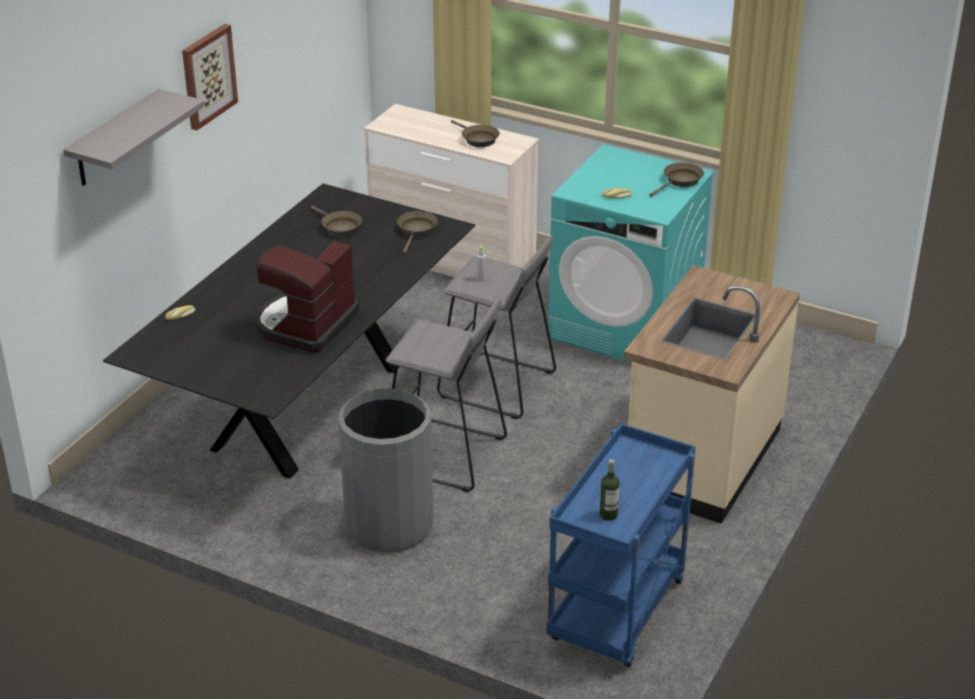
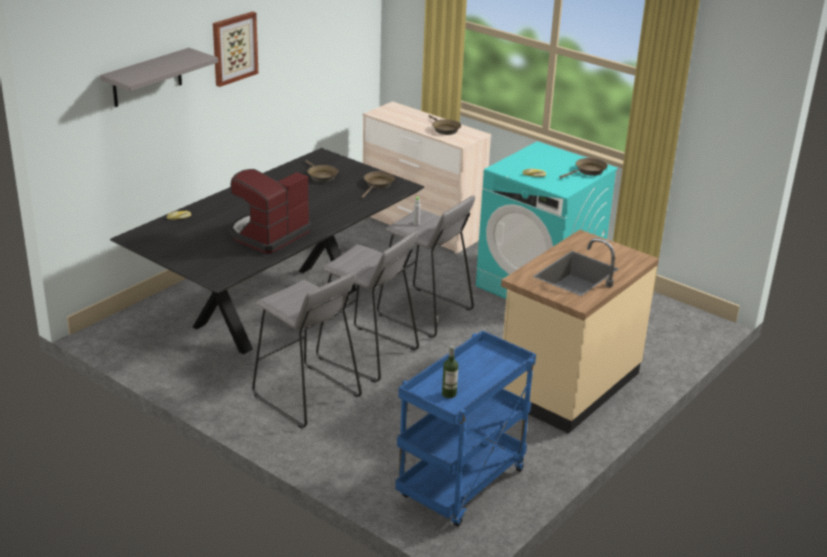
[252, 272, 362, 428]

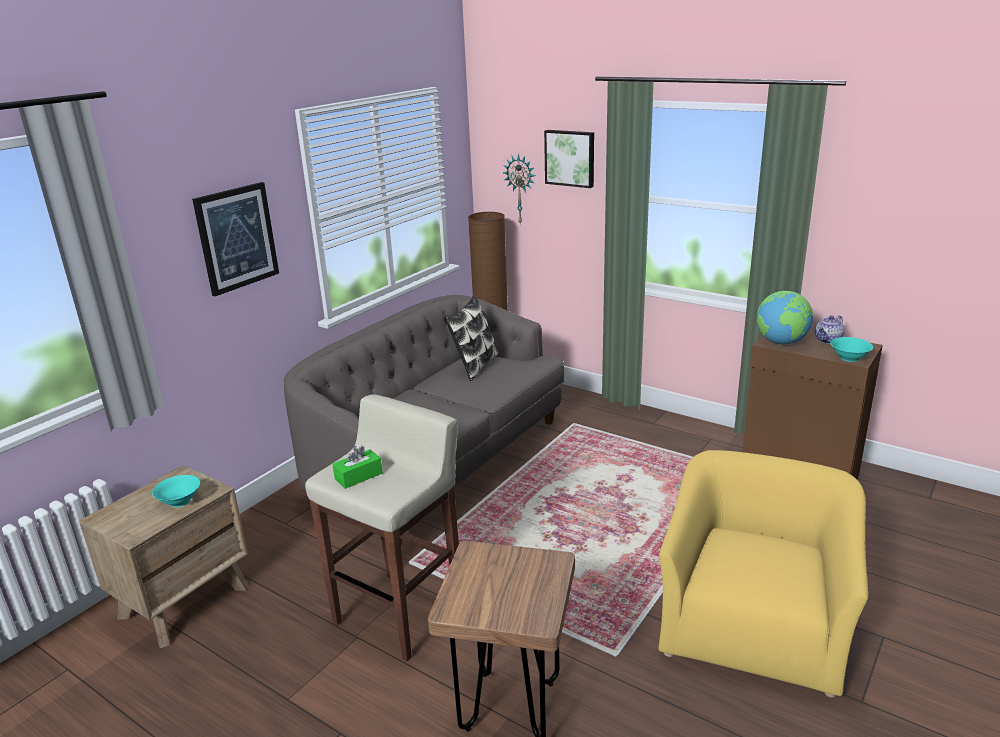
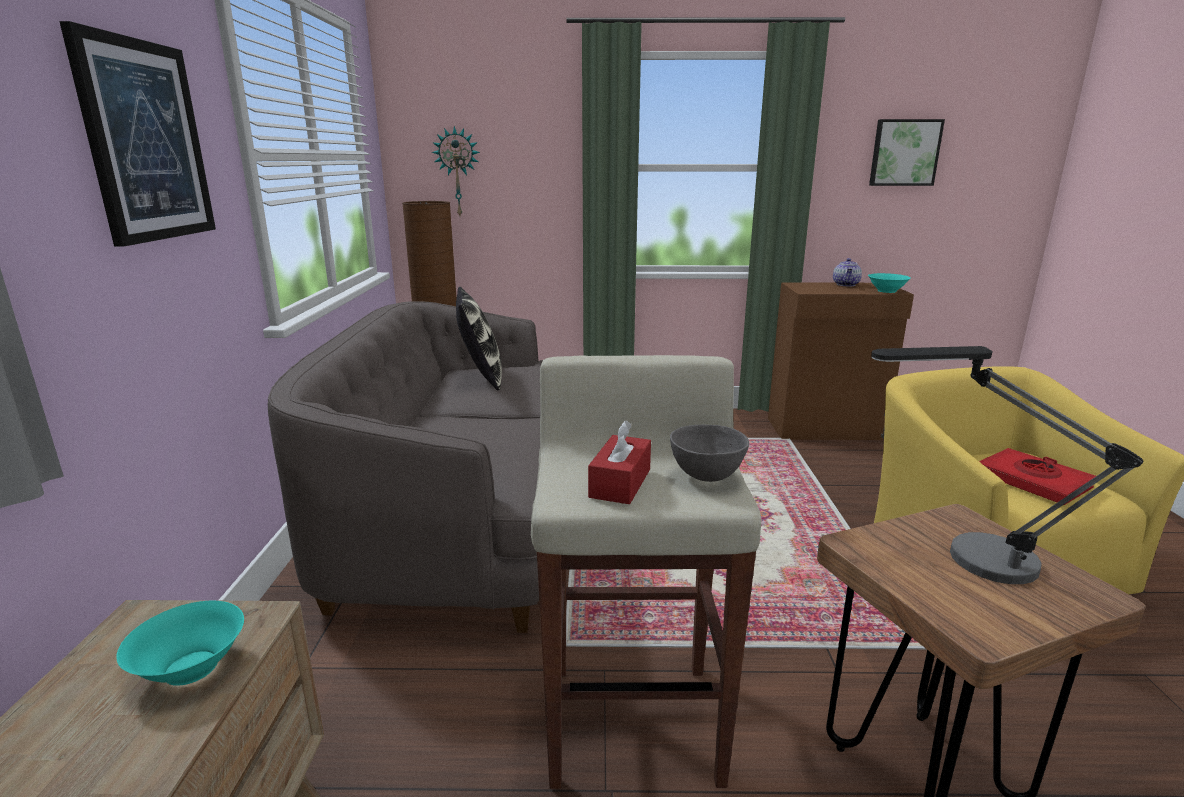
[757, 291, 813, 345] (first image)
[670, 424, 749, 482]
[871, 346, 1143, 584]
[979, 448, 1096, 505]
[869, 119, 945, 186]
[588, 421, 651, 504]

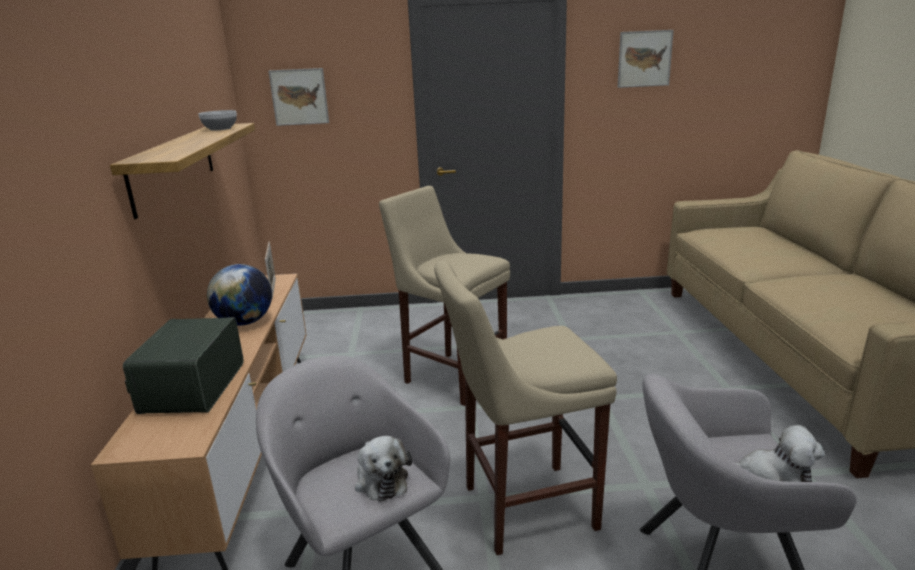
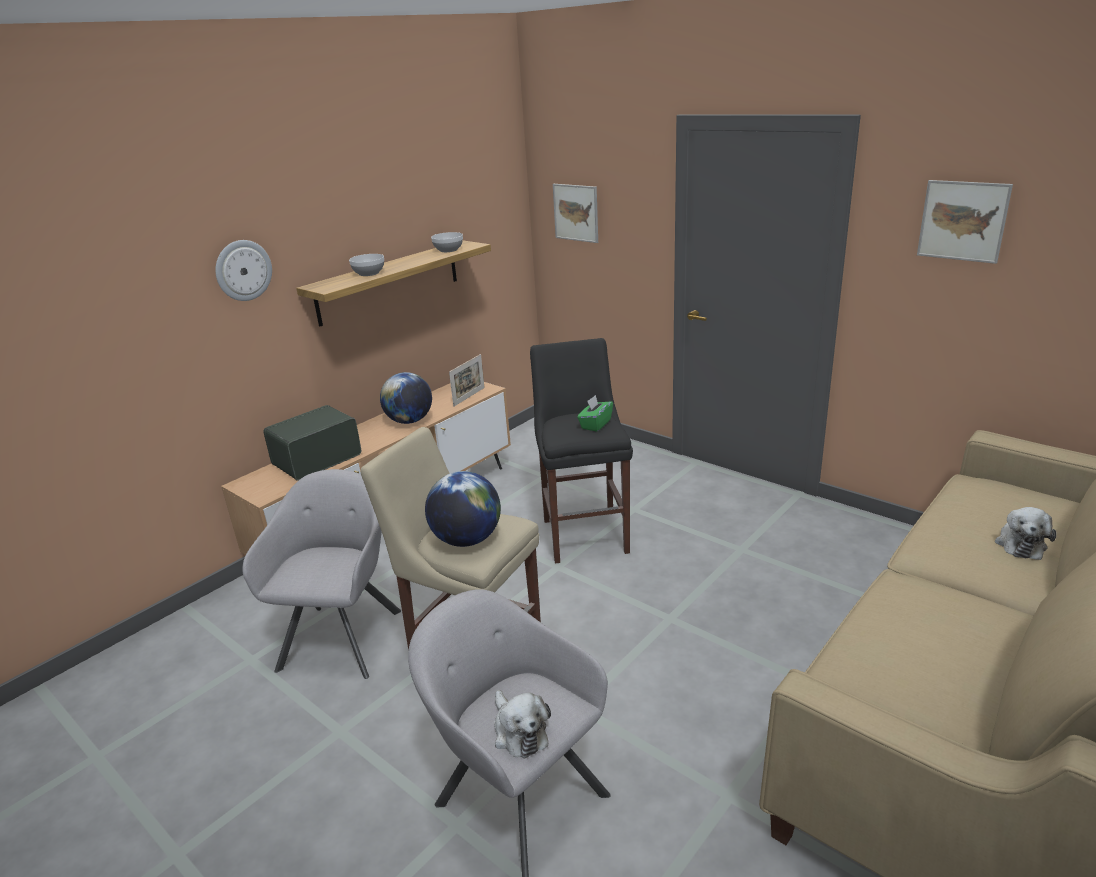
[215, 240, 272, 301]
[349, 254, 384, 276]
[425, 471, 501, 547]
[577, 395, 613, 432]
[995, 507, 1056, 560]
[530, 338, 633, 564]

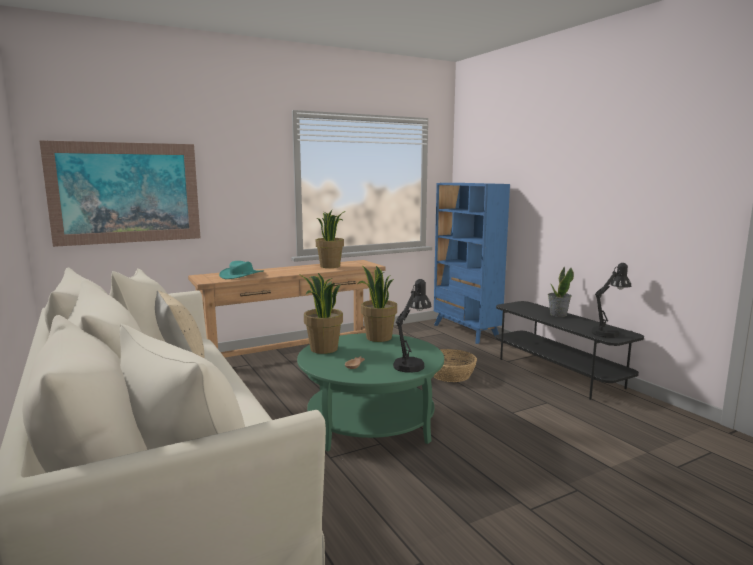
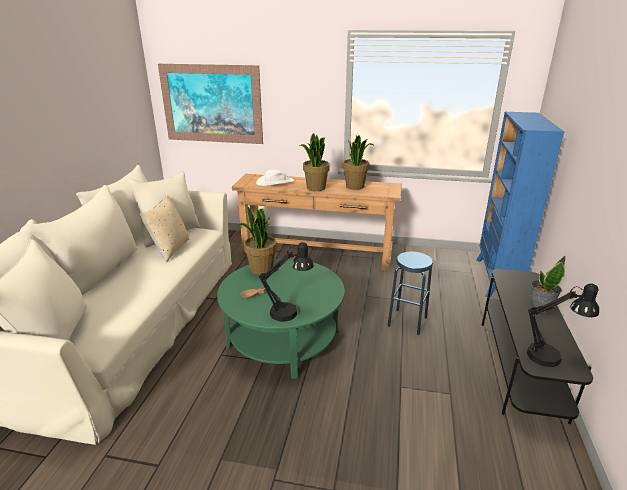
[300, 133, 330, 191]
[388, 252, 433, 335]
[256, 169, 294, 186]

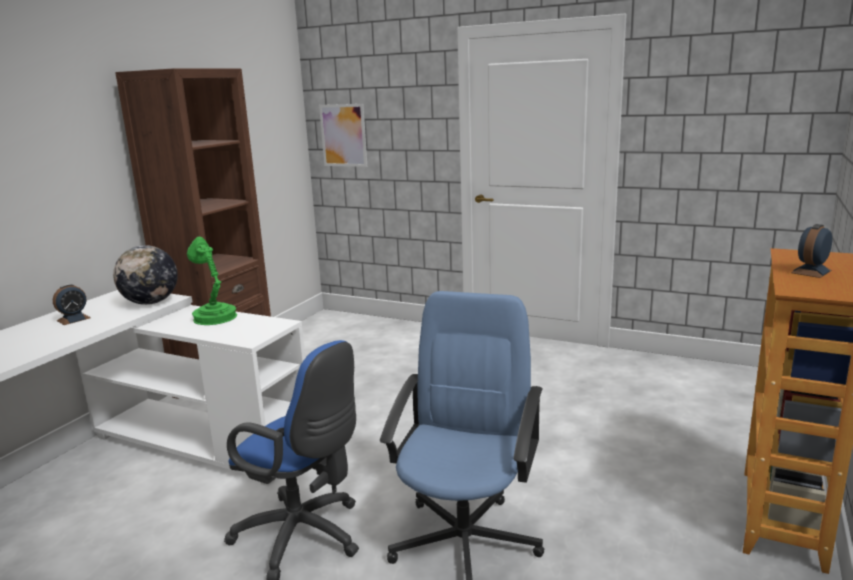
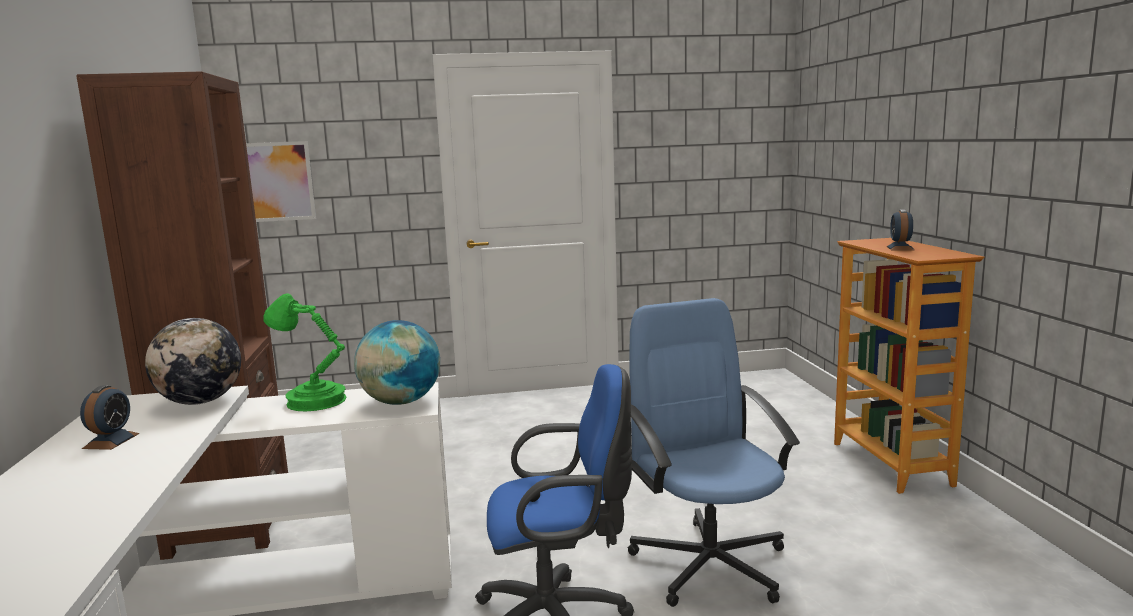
[354, 320, 440, 405]

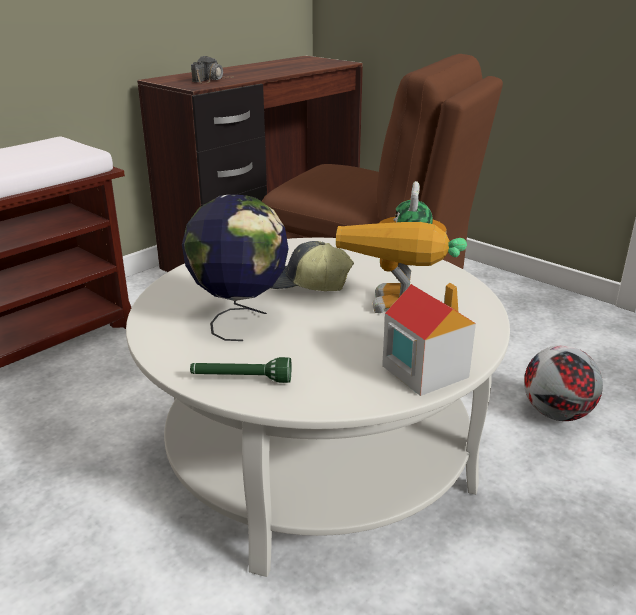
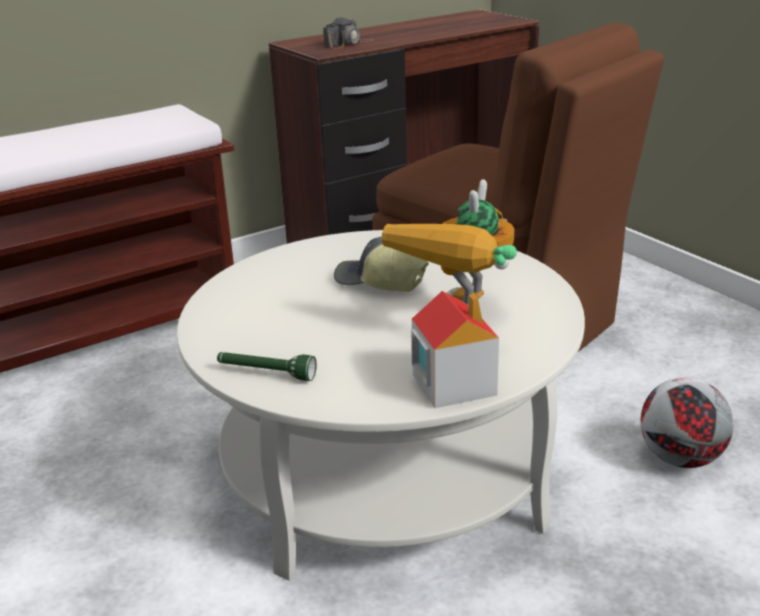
[182, 195, 288, 341] (first image)

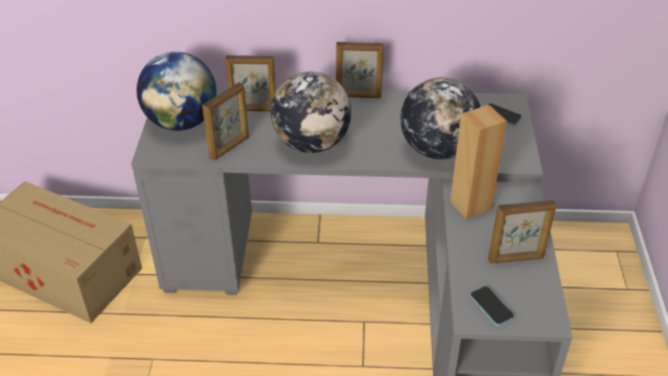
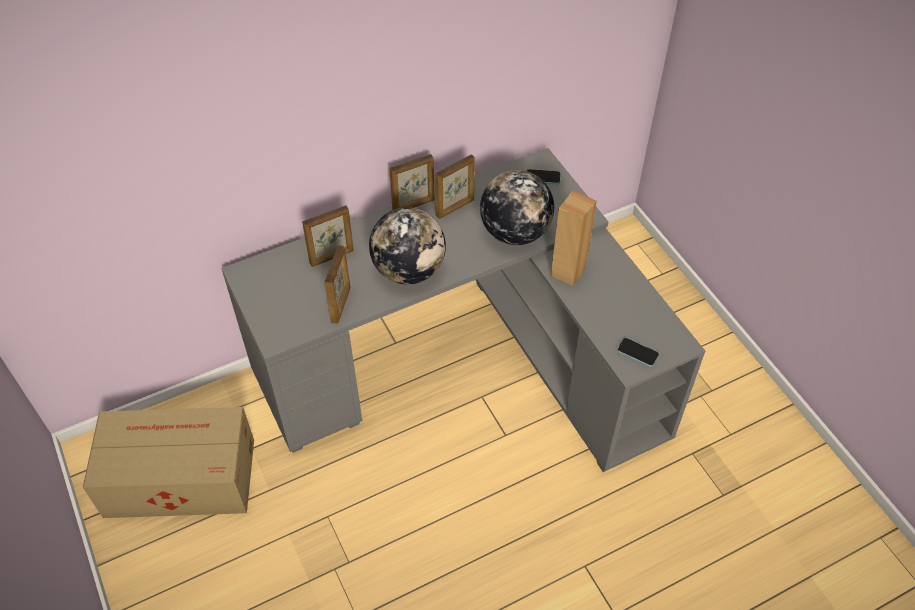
[137, 52, 217, 131] (first image)
[435, 154, 475, 219]

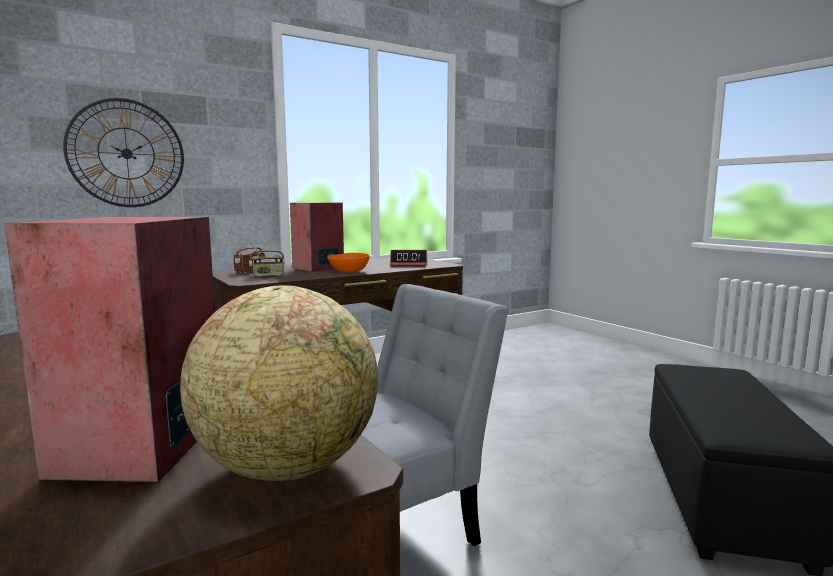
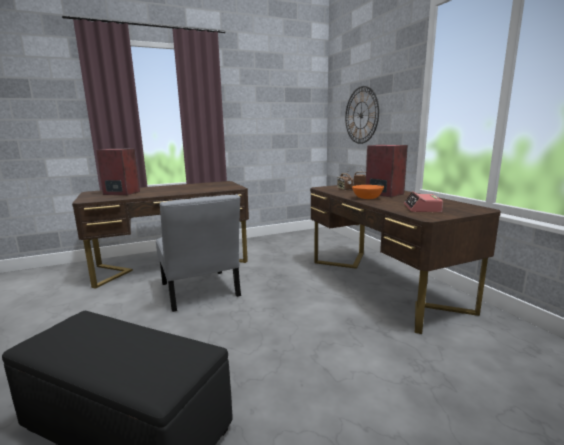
[180, 285, 378, 481] (first image)

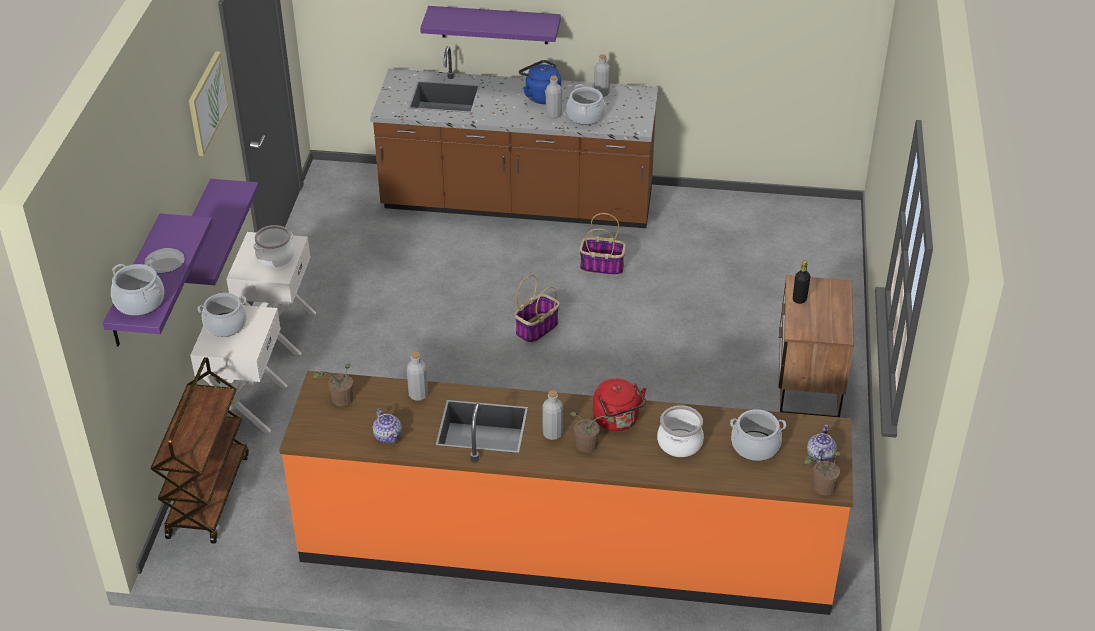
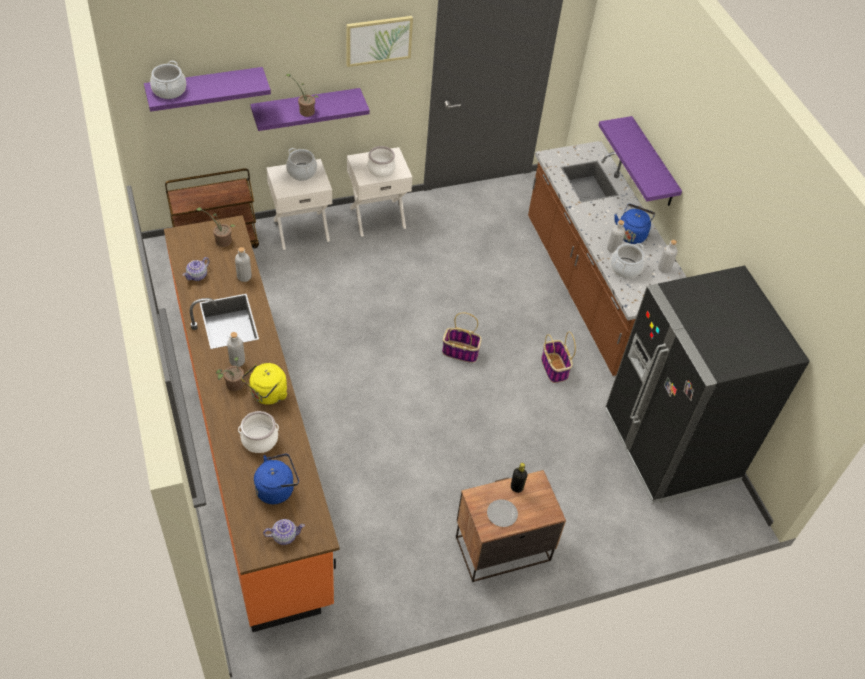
[606, 265, 810, 504]
[487, 499, 518, 527]
[286, 74, 320, 117]
[254, 454, 299, 504]
[242, 363, 287, 405]

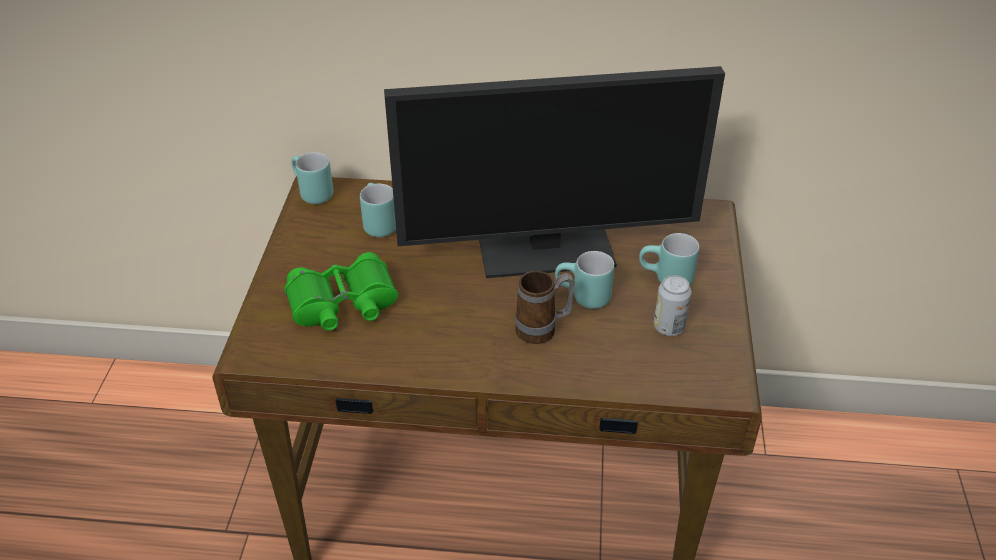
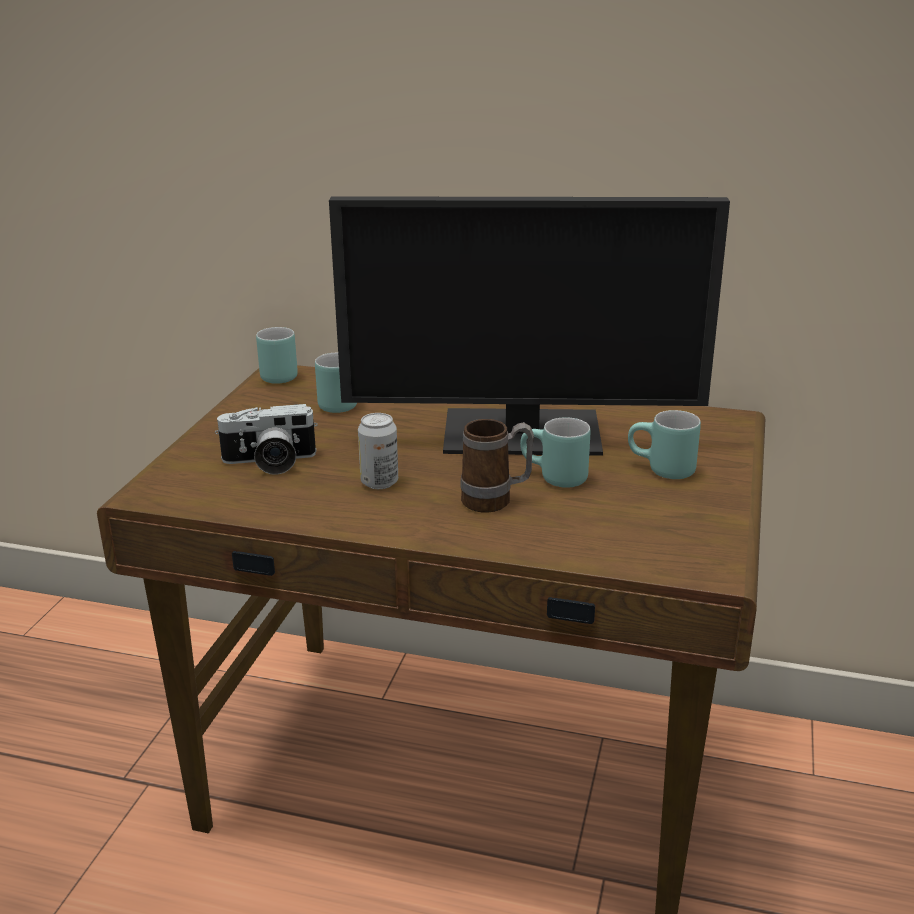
[358, 413, 398, 489]
[215, 404, 318, 475]

